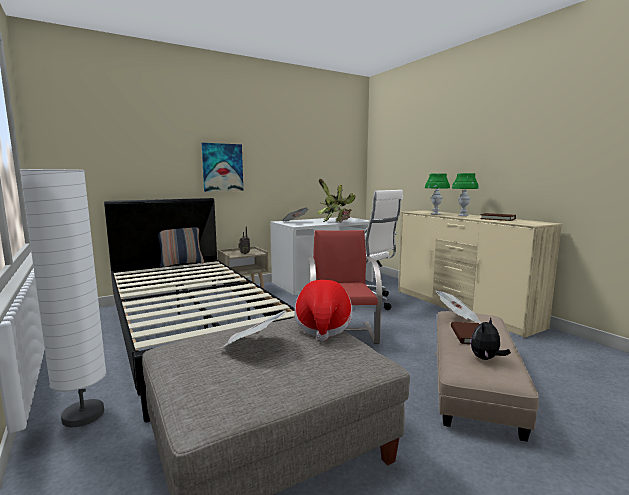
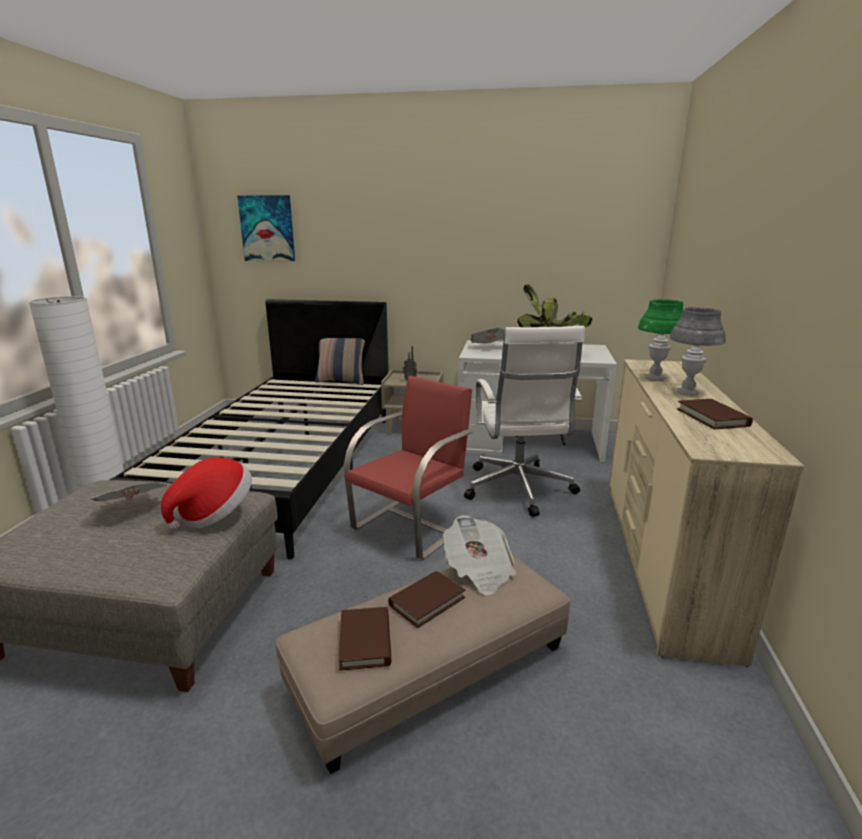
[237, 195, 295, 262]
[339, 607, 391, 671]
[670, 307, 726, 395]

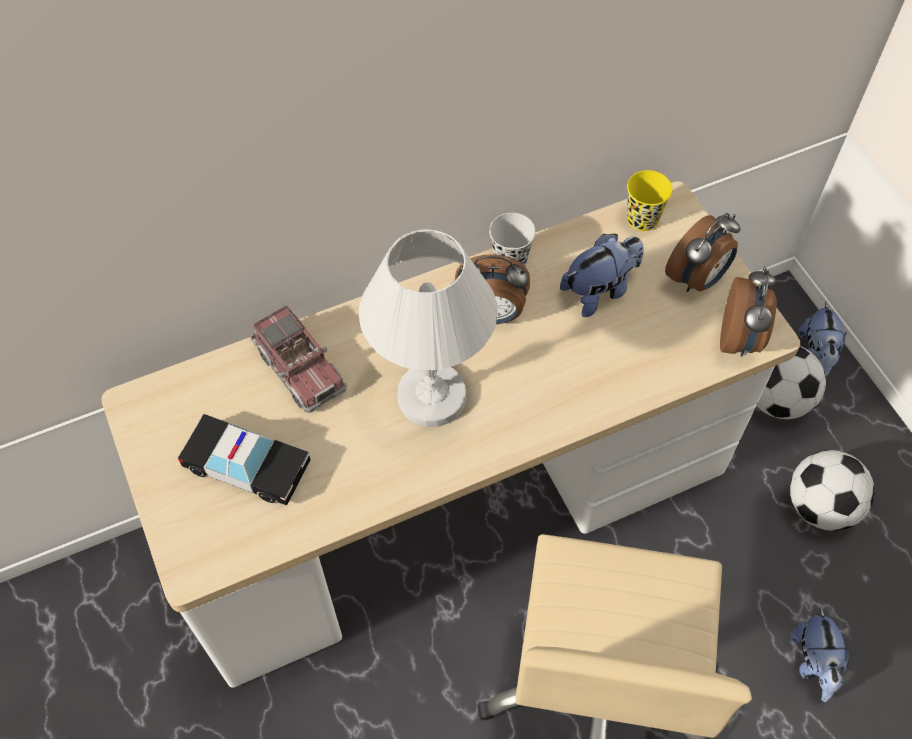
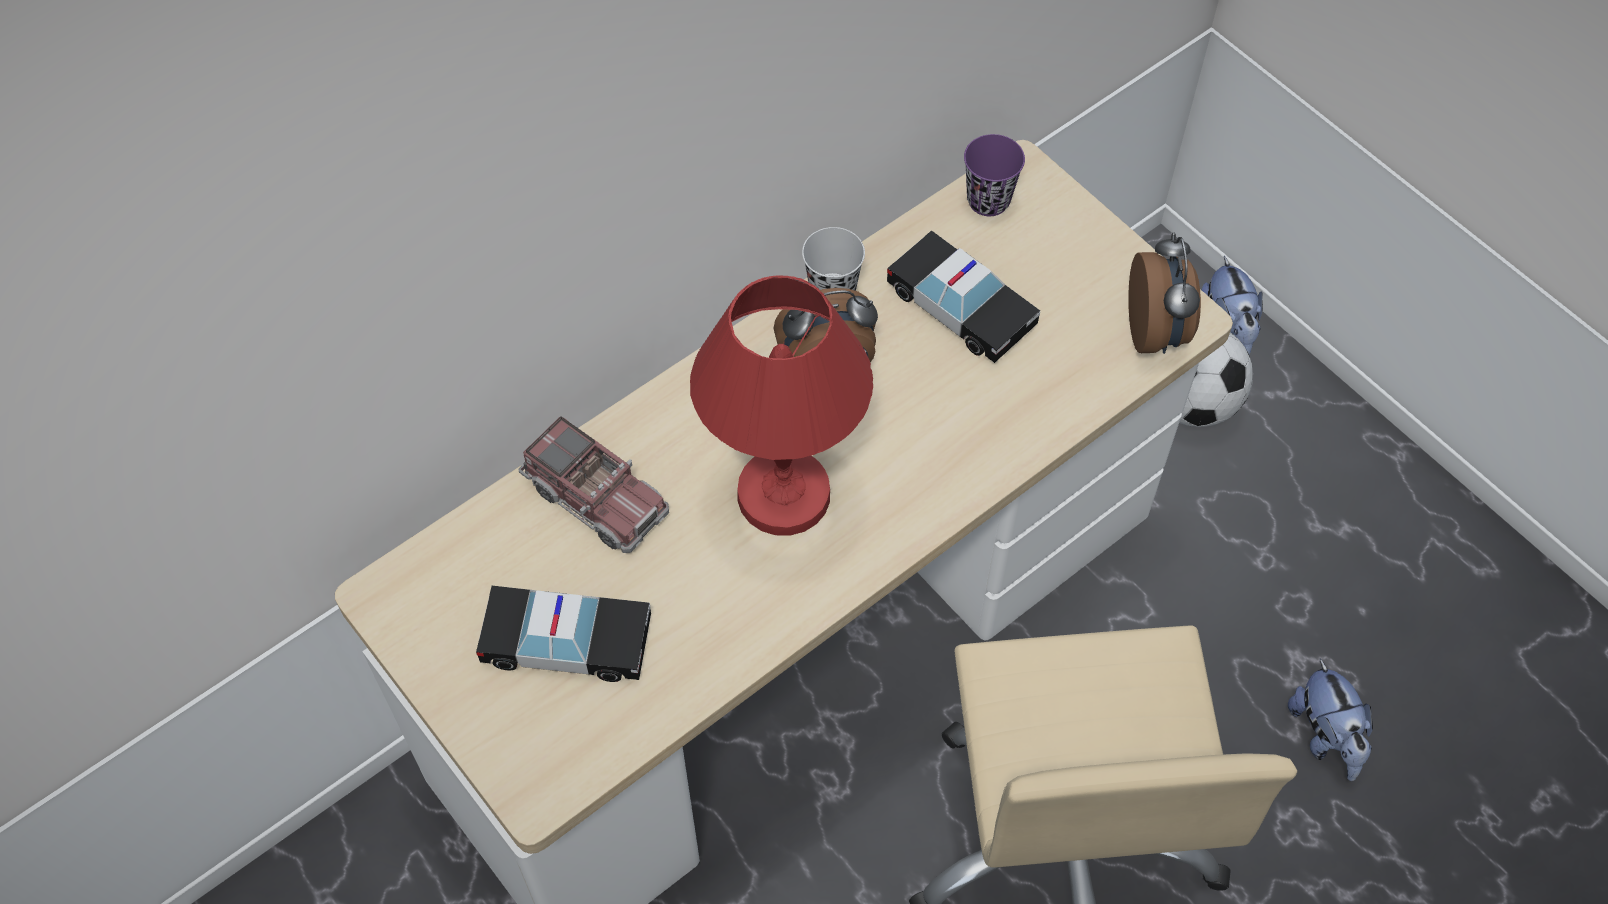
[665, 213, 741, 292] (first image)
[790, 450, 875, 531] (first image)
[887, 230, 1040, 363]
[690, 275, 873, 536]
[964, 134, 1025, 216]

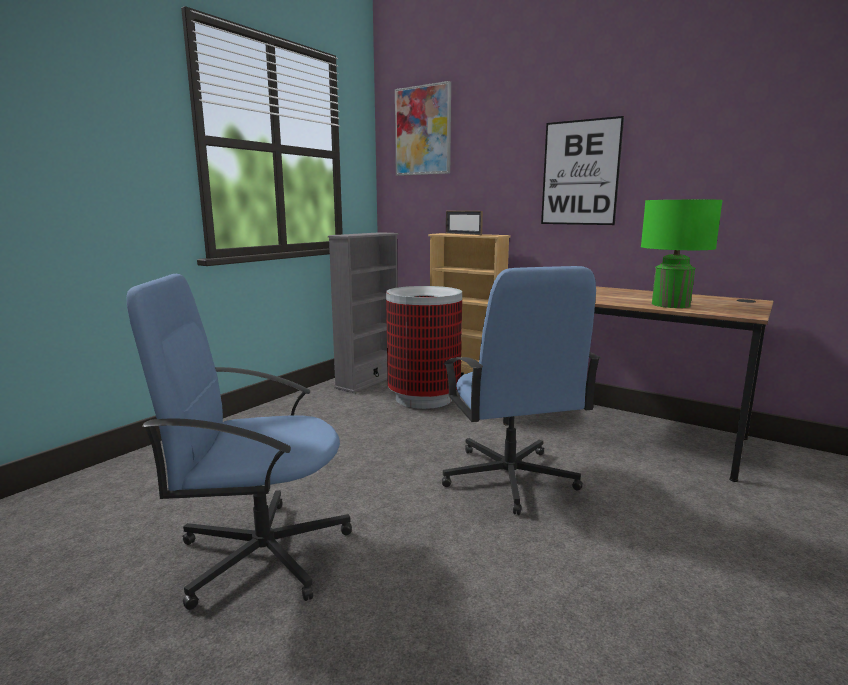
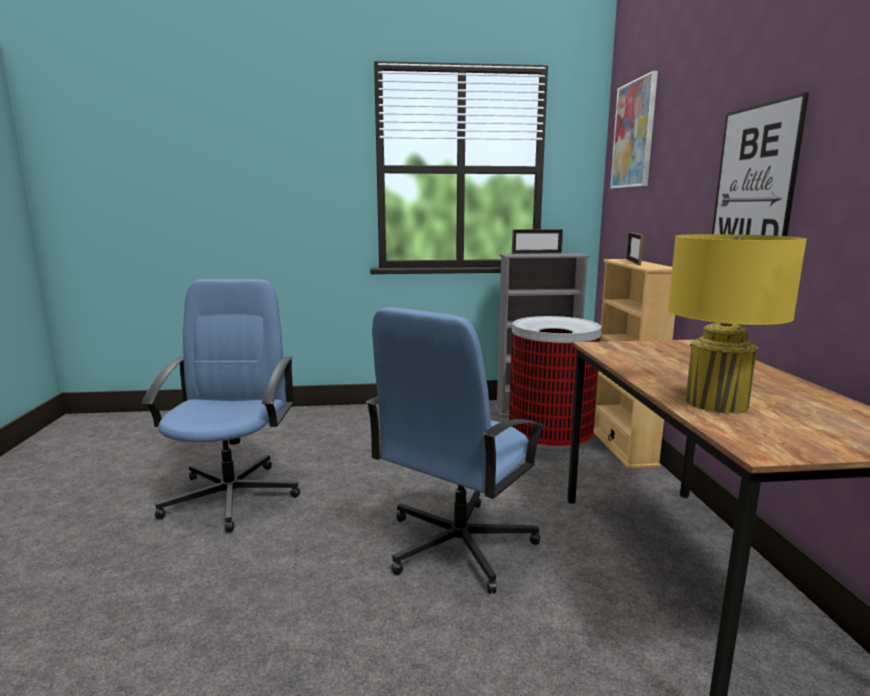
[512, 229, 563, 254]
[668, 234, 807, 414]
[141, 279, 300, 533]

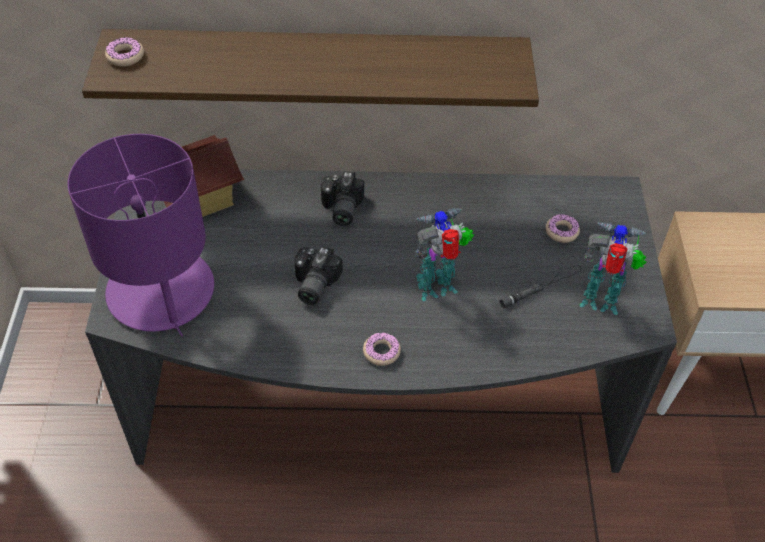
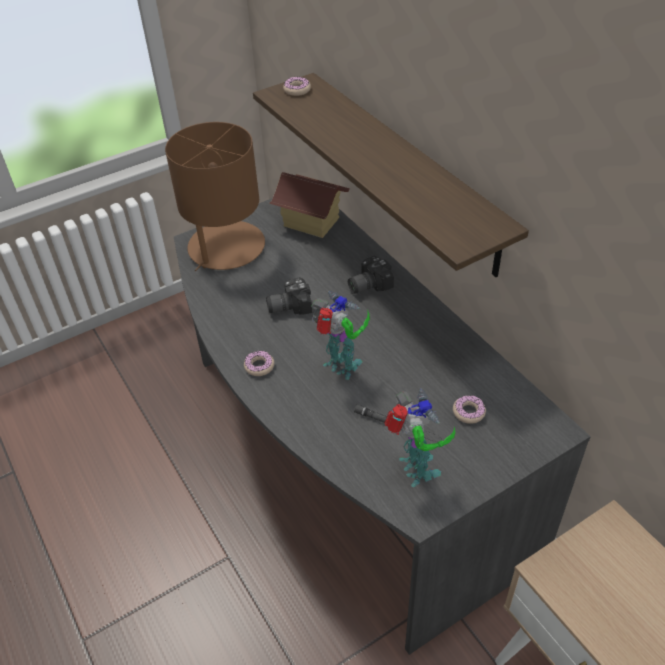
[165, 122, 265, 271]

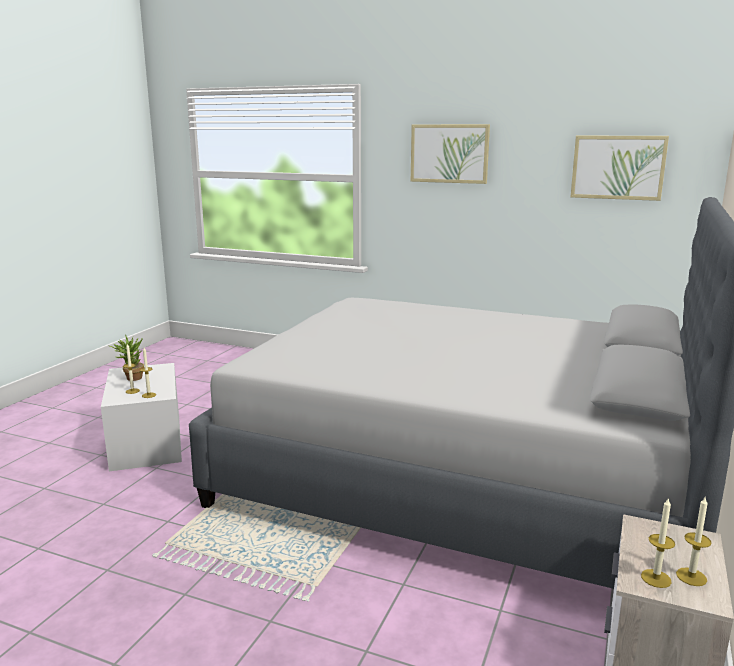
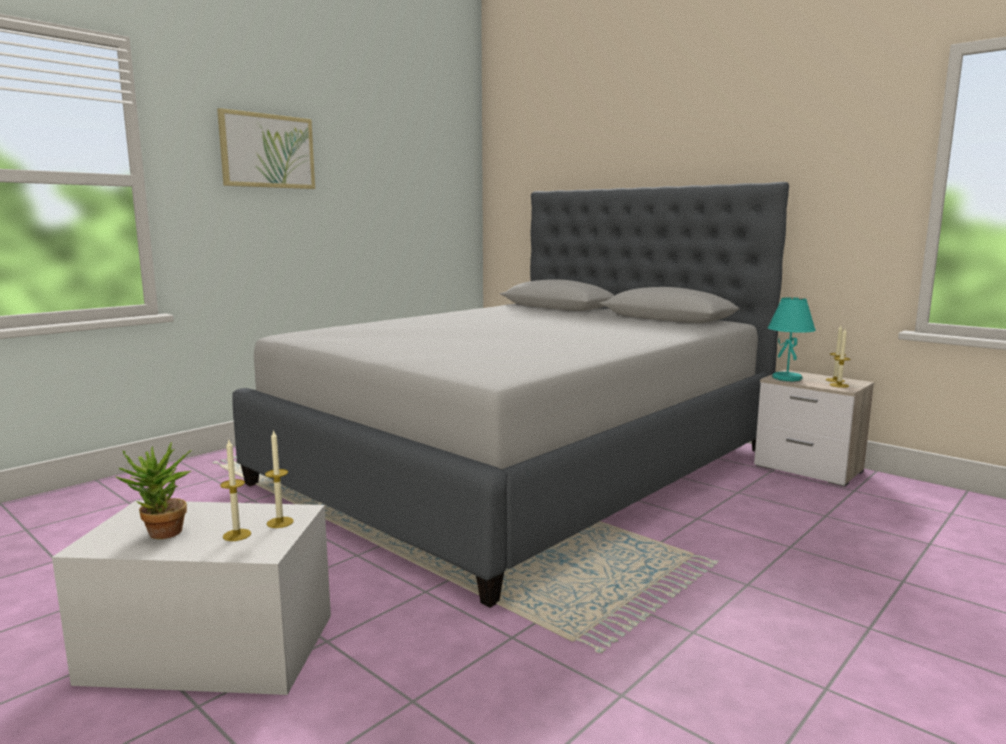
[571, 136, 669, 201] (first image)
[768, 297, 816, 381]

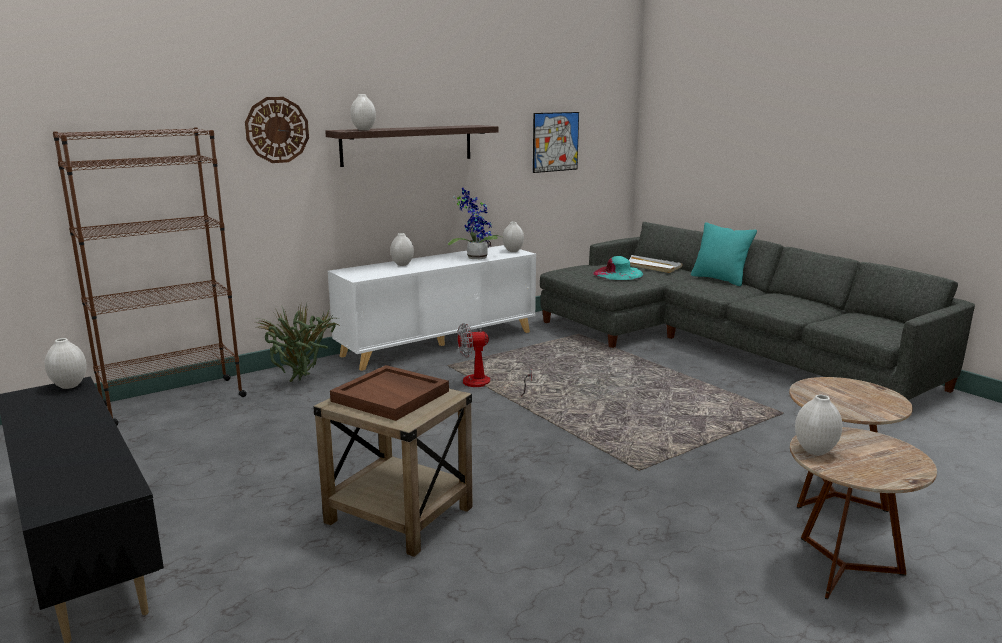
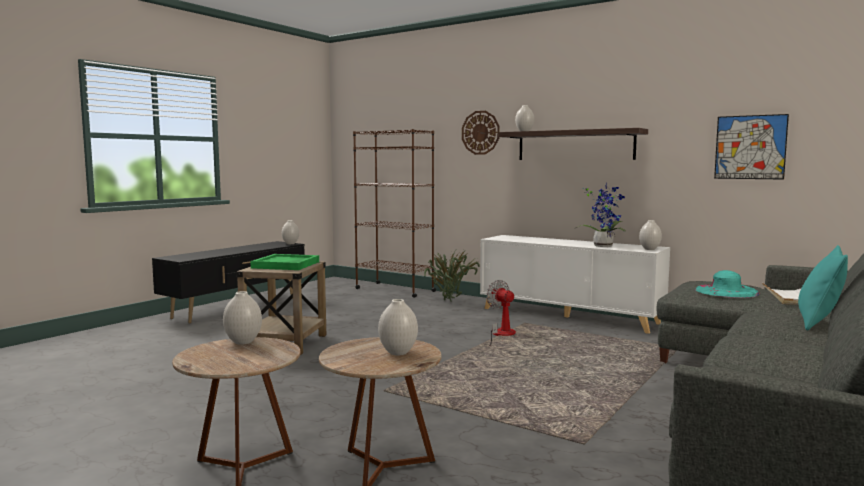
[378, 299, 418, 355]
[250, 254, 319, 270]

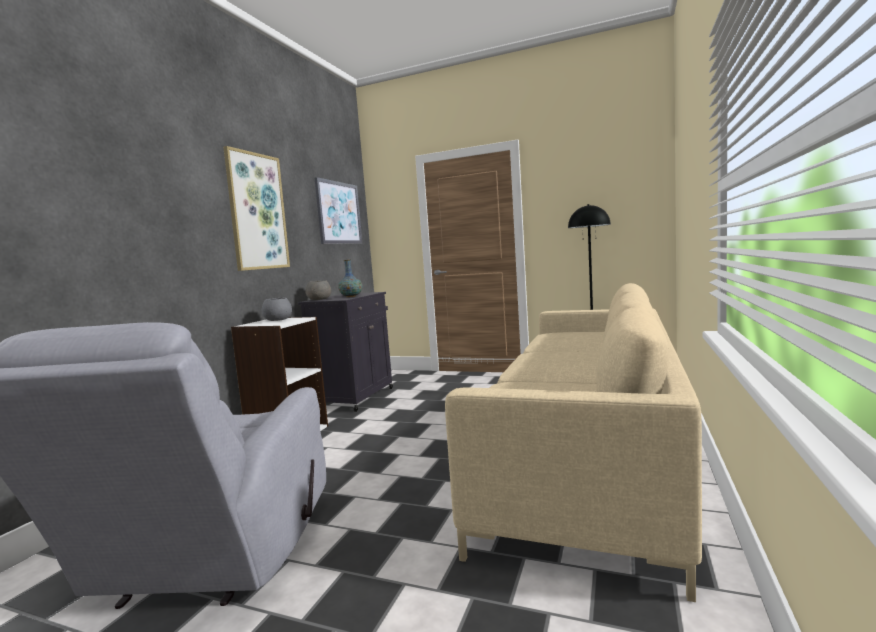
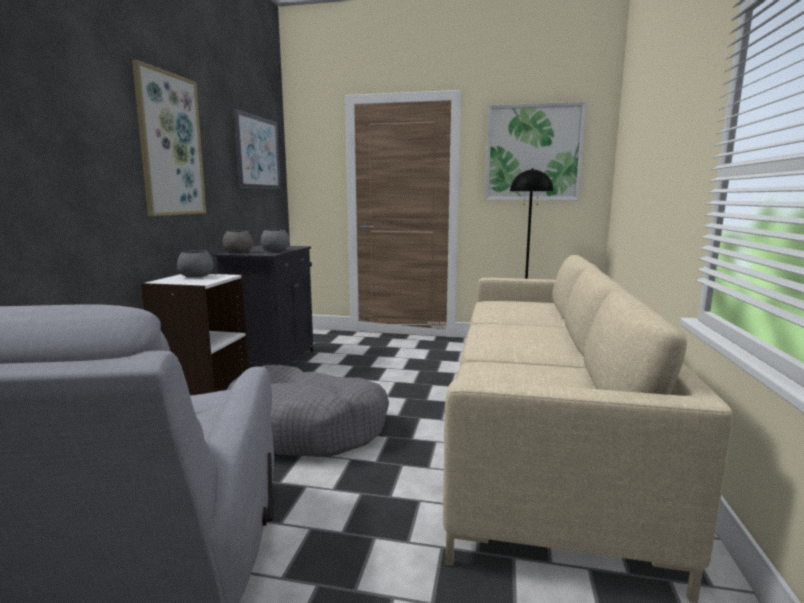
[227, 365, 389, 457]
[485, 101, 587, 201]
[261, 230, 290, 251]

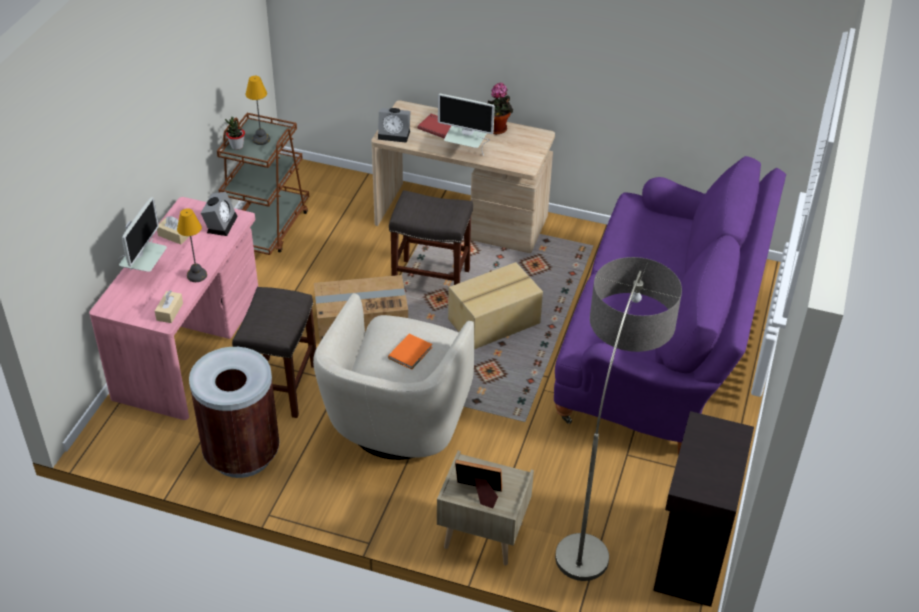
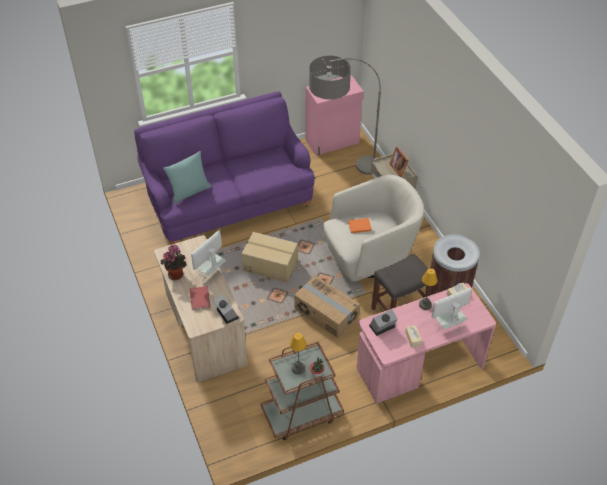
[389, 190, 473, 285] (first image)
[163, 151, 211, 204]
[306, 75, 364, 156]
[191, 230, 226, 280]

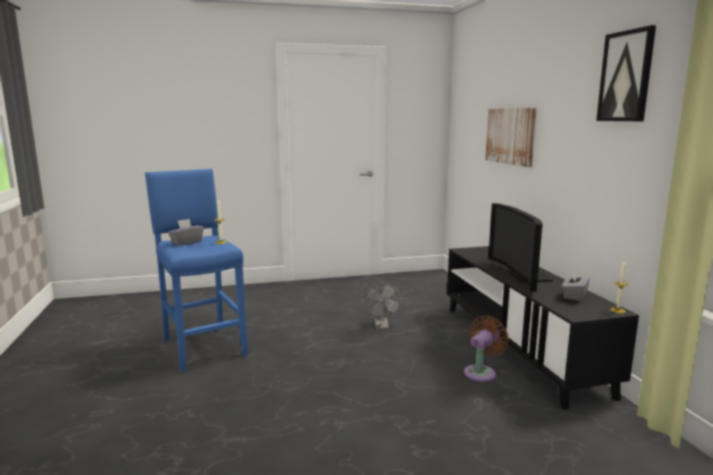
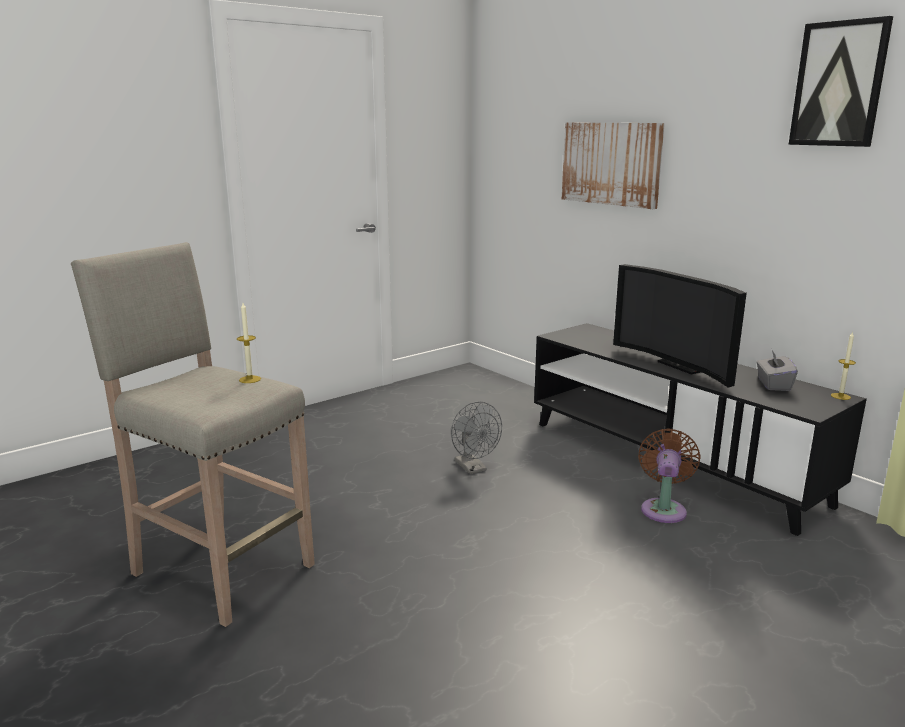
[168, 219, 204, 246] (first image)
[71, 242, 315, 627]

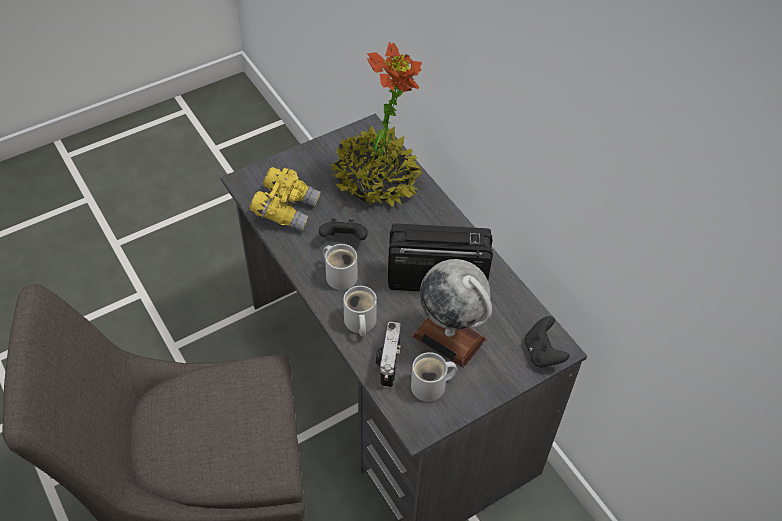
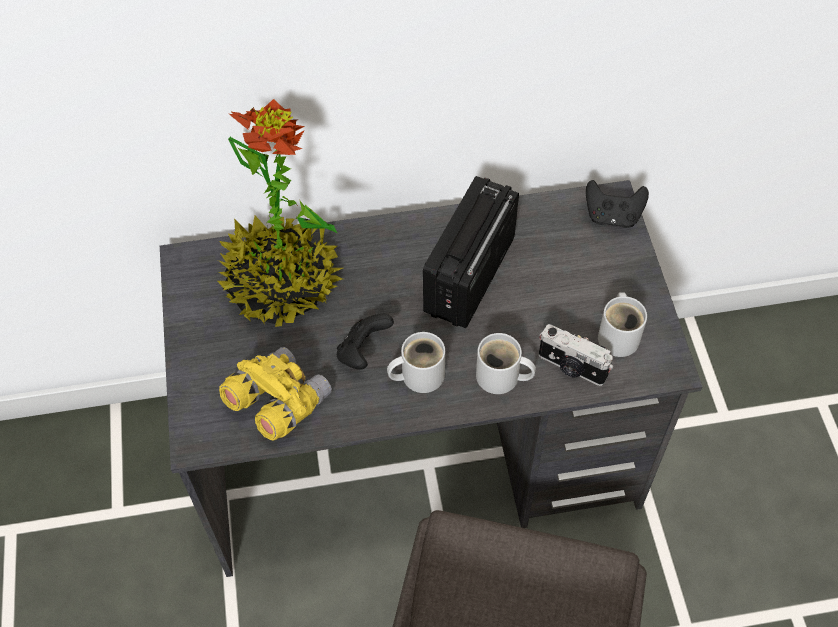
[412, 259, 492, 368] (first image)

